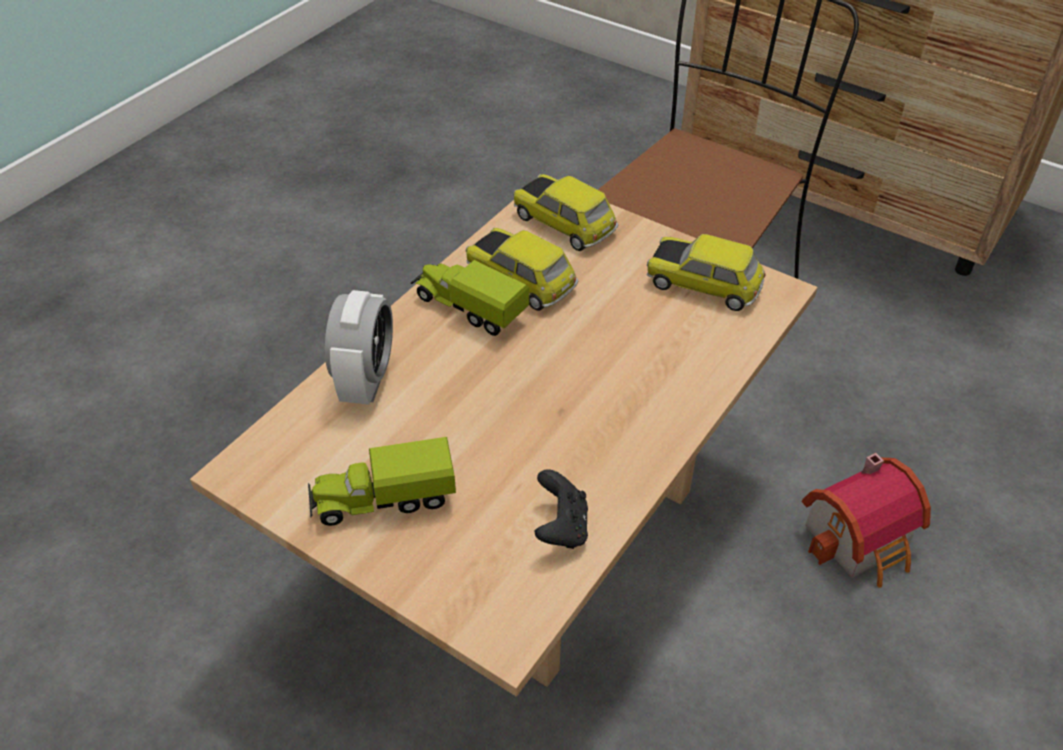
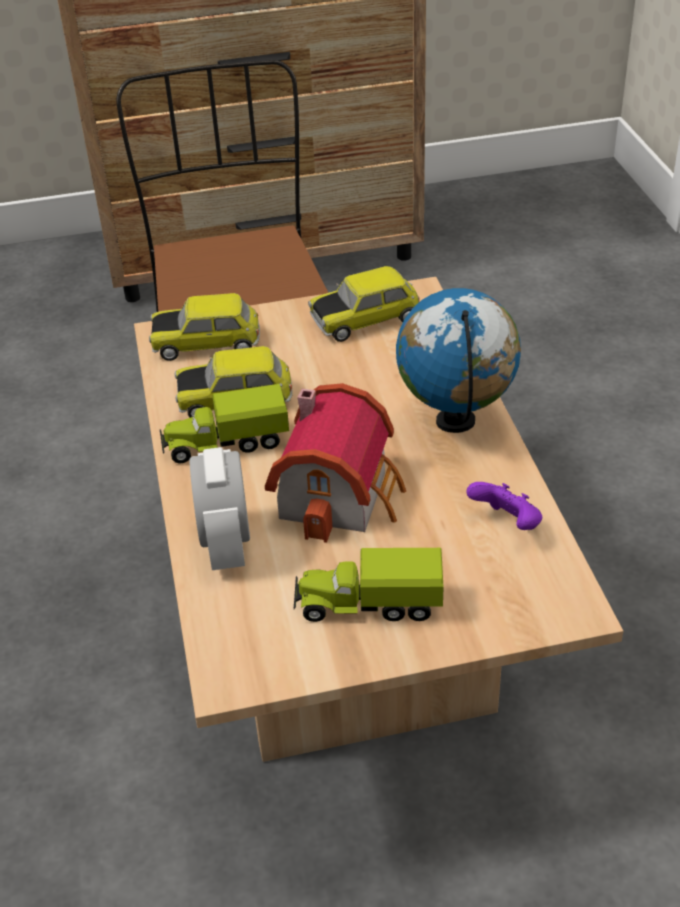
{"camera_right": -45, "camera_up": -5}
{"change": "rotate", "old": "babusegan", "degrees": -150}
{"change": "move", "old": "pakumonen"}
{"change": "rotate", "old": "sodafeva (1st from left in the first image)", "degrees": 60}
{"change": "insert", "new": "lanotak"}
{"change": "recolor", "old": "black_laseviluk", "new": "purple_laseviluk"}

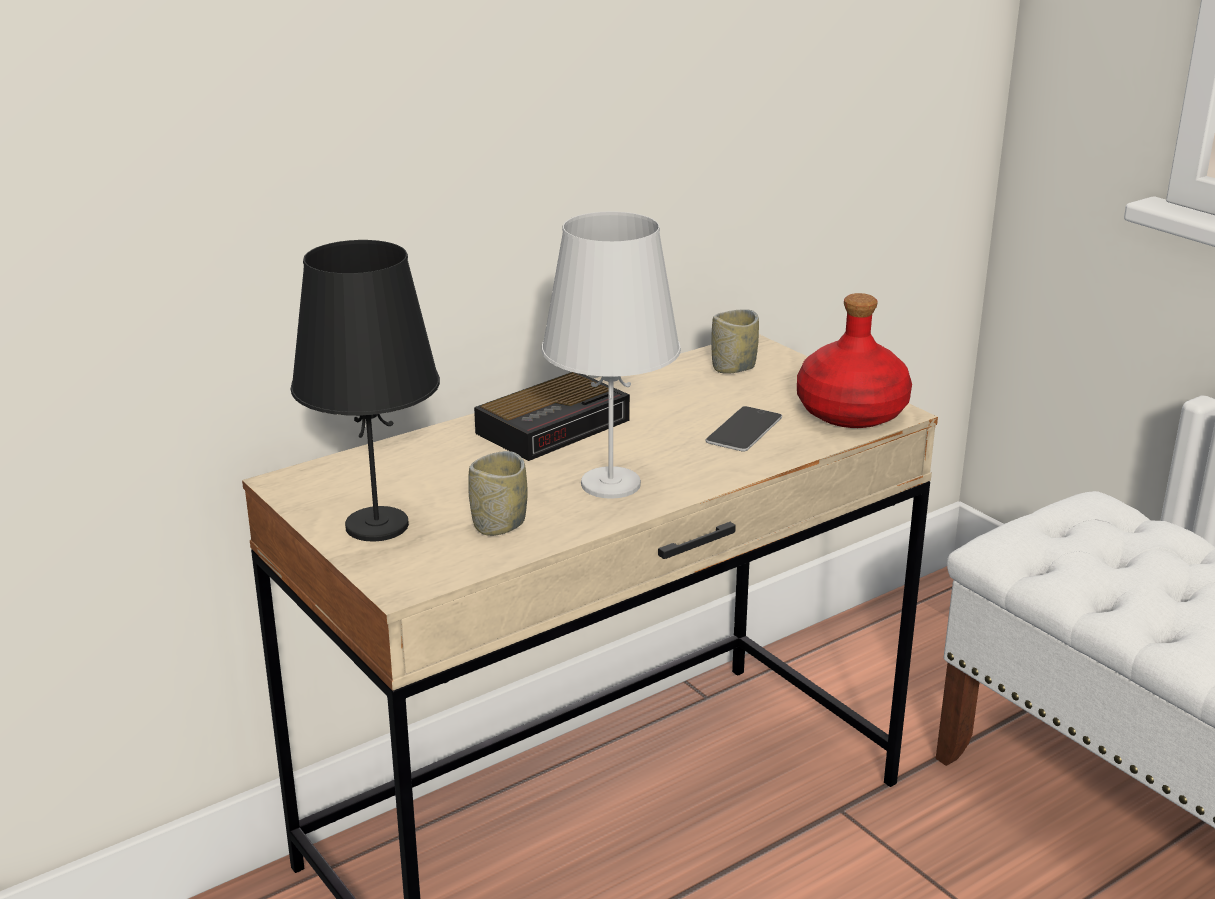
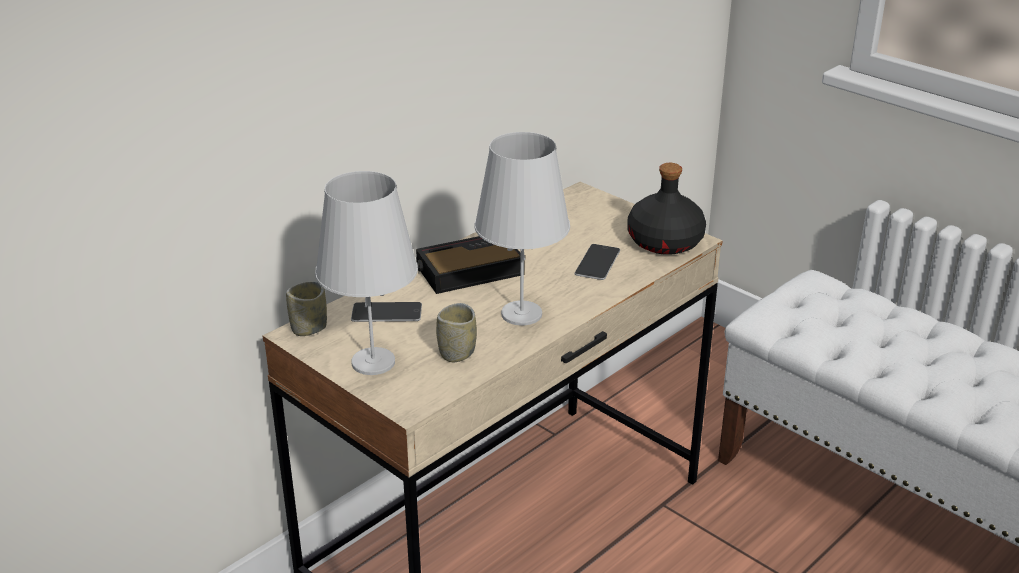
{"camera_right": -10, "camera_up": 5}
{"change": "move", "old": "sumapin (2nd from left in the first image)", "new": "sumapin (1st from left)"}
{"change": "recolor", "old": "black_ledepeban", "new": "white_ledepeban (1st from left)"}
{"change": "insert", "new": "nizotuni (1st from left)"}
{"change": "rotate", "old": "babusegan", "degrees": -150}
{"change": "recolor", "old": "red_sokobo", "new": "black_sokobo"}

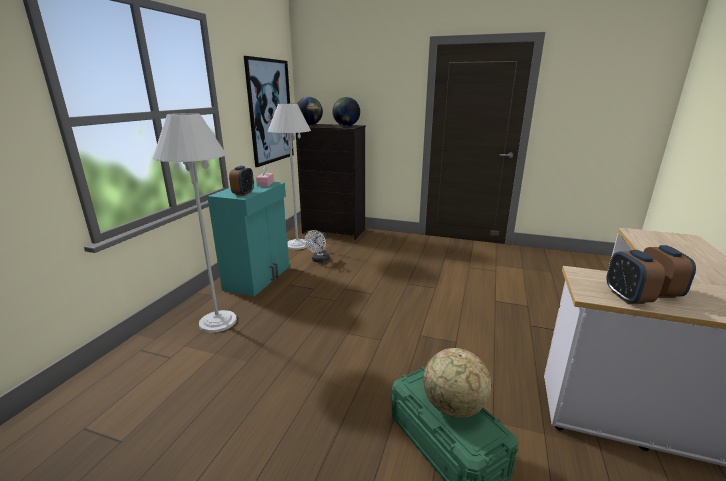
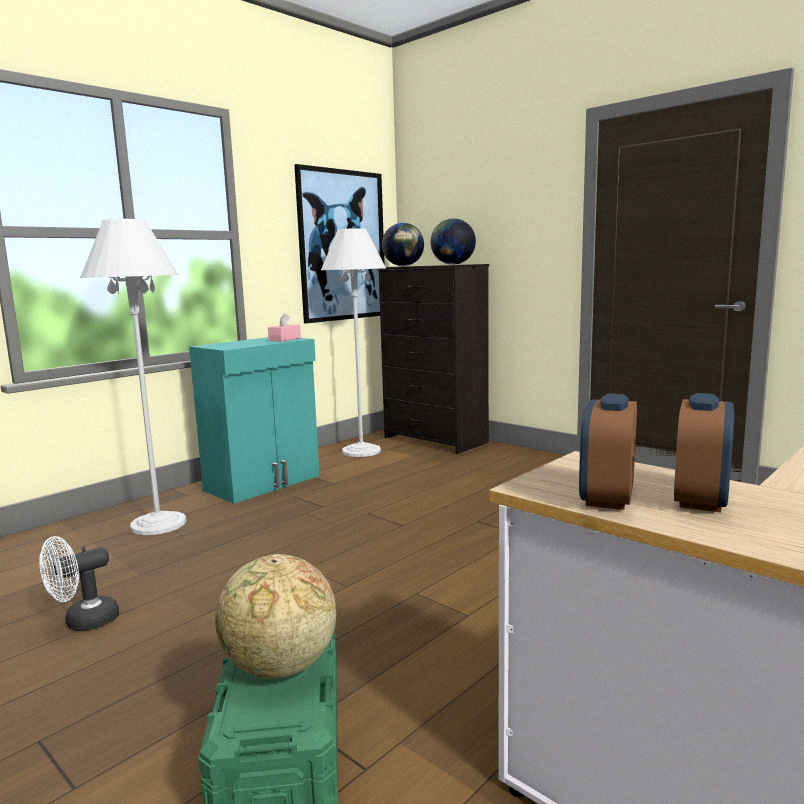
{"camera_right": 25, "camera_up": -10}
{"change": "move", "old": "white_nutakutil"}
{"change": "delete", "old": "babusegan (1st from left)"}

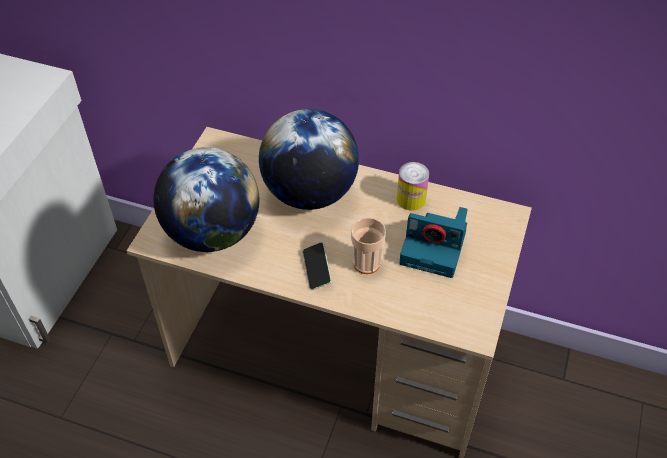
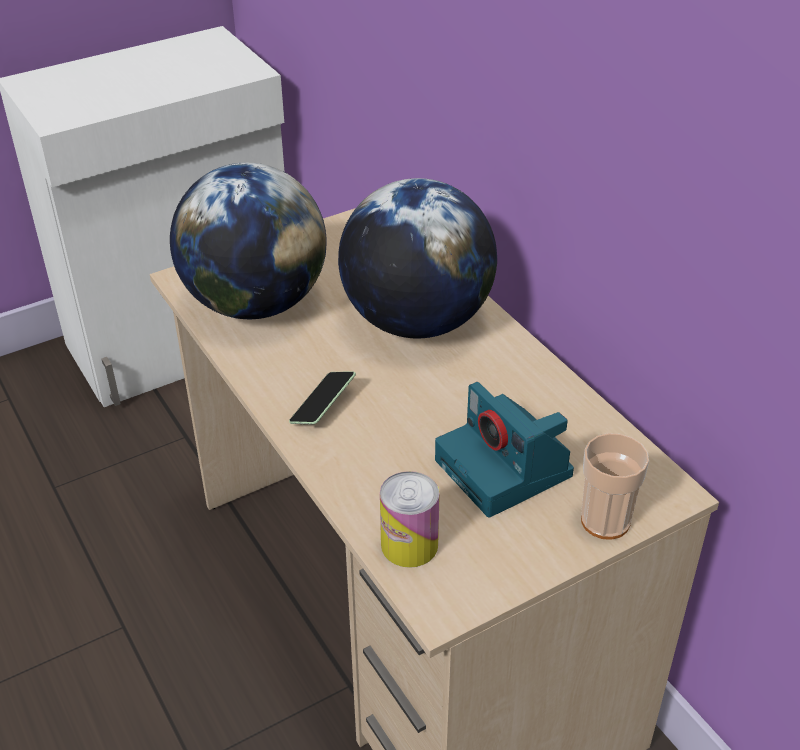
{"camera_right": 40, "camera_up": -10}
{"change": "move", "old": "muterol"}
{"change": "move", "old": "sumapin"}

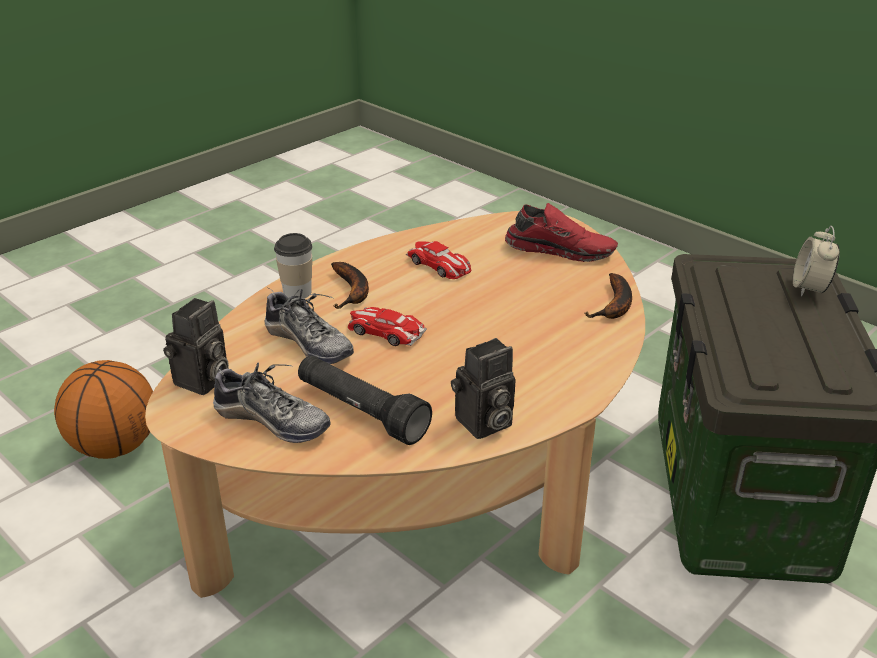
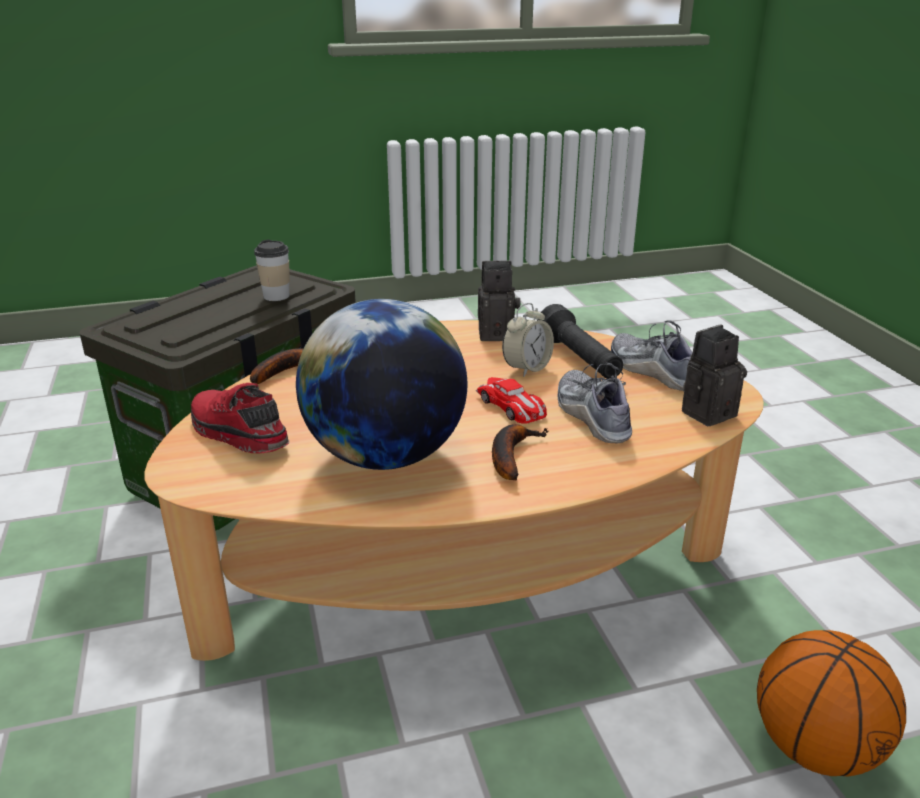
{"camera_right": -150, "camera_up": -5}
{"change": "move", "old": "sumapin"}
{"change": "replace", "old": "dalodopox (2nd from left)", "new": "lanotak"}
{"change": "move", "old": "babusegan"}

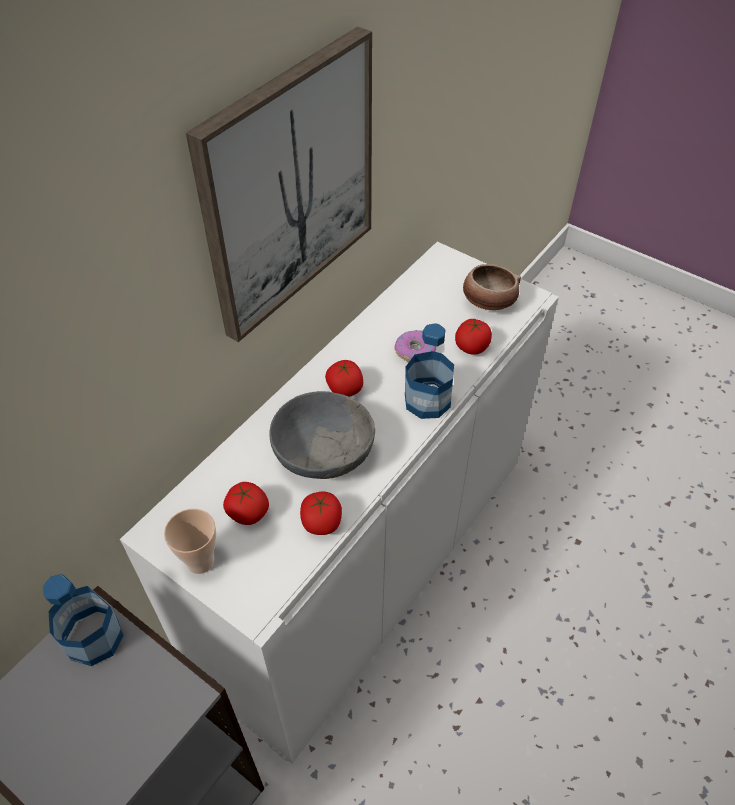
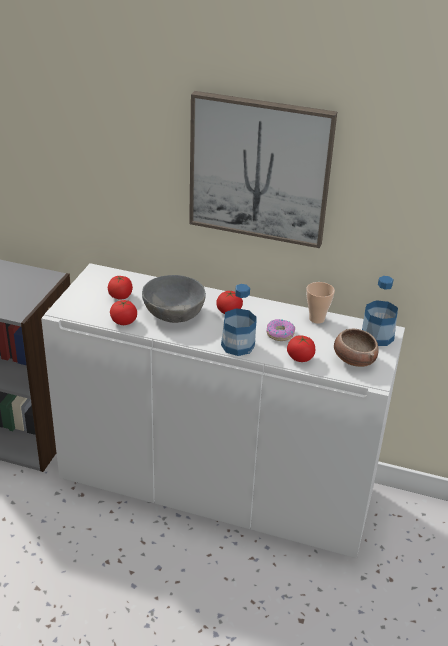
{"camera_right": 70, "camera_up": -15}
{"change": "move", "old": "sumapin"}
{"change": "move", "old": "sokobo (1st from left in the first image)", "new": "sokobo (2nd from left)"}

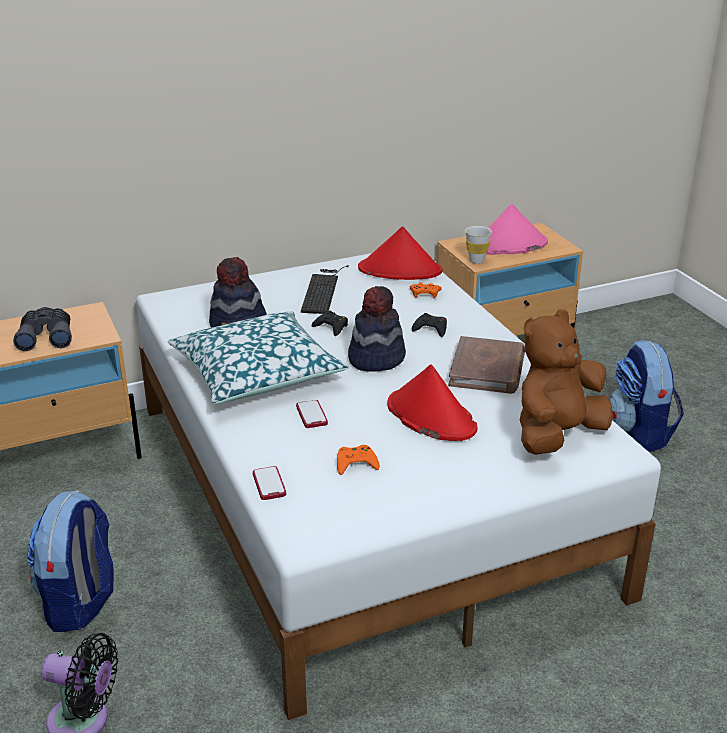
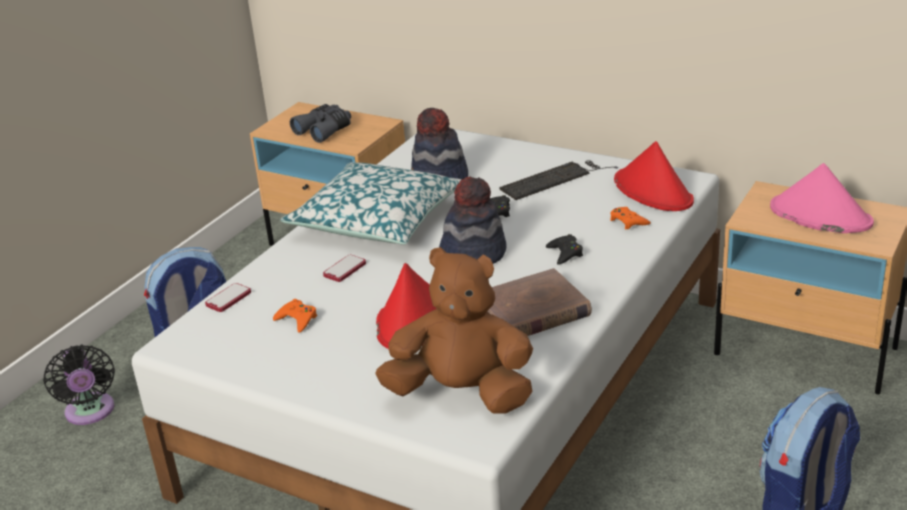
{"camera_right": 55, "camera_up": 0}
{"change": "delete", "old": "white_sumapin"}

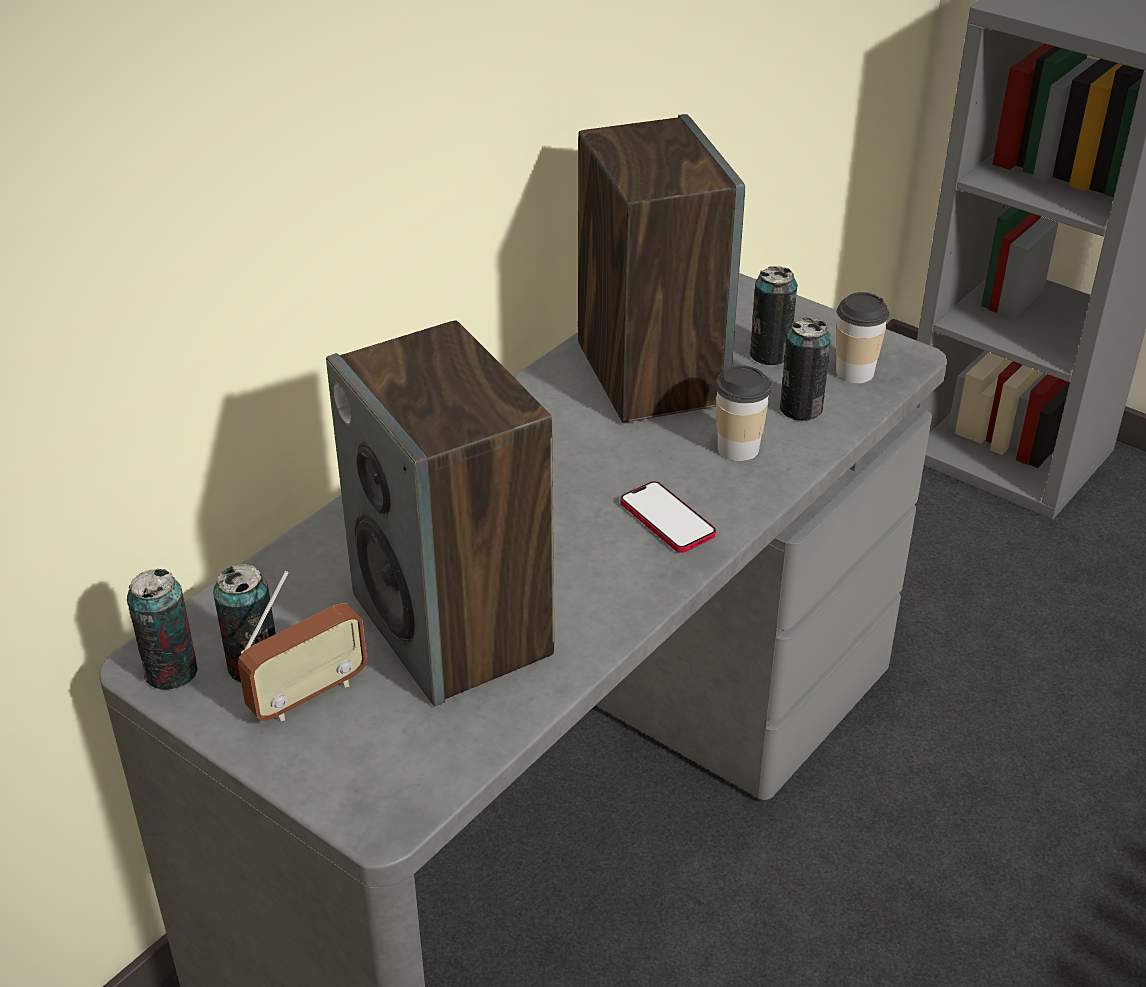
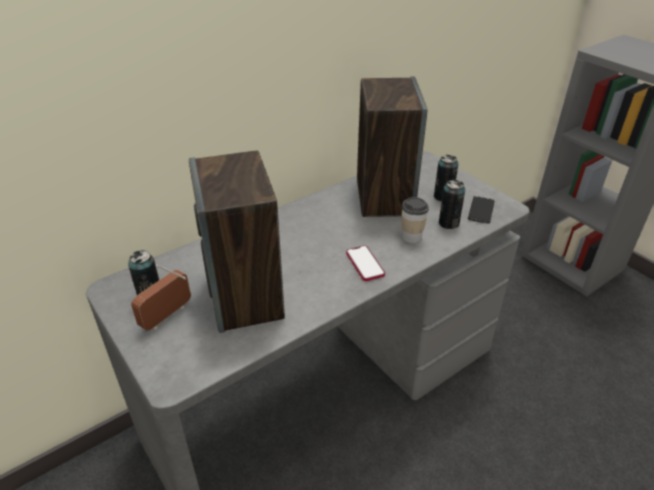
{"camera_right": 15, "camera_up": 0}
{"change": "rotate", "old": "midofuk", "degrees": 150}
{"change": "replace", "old": "sumapin (2nd from left)", "new": "nizotuni (2nd from left)"}
{"change": "delete", "old": "muterol (1st from left)"}

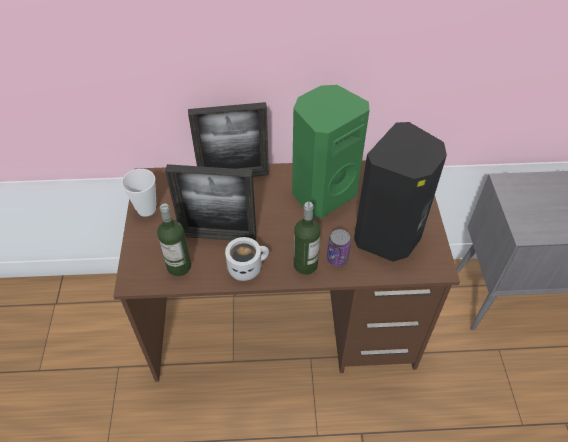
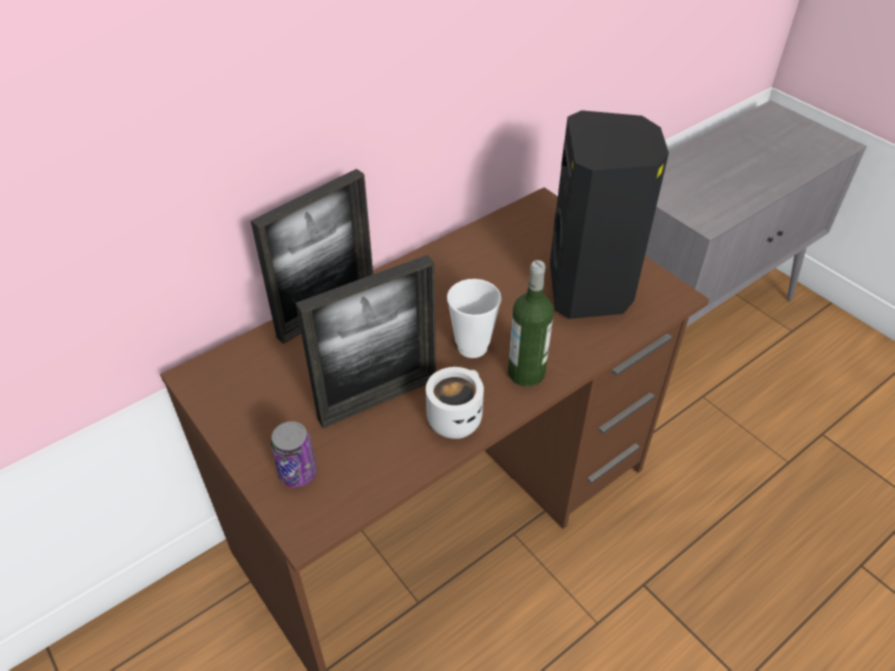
{"camera_right": -35, "camera_up": -5}
{"change": "move", "old": "muterol"}
{"change": "move", "old": "sumapin"}
{"change": "delete", "old": "sokobo (1st from left)"}
{"change": "delete", "old": "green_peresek"}

